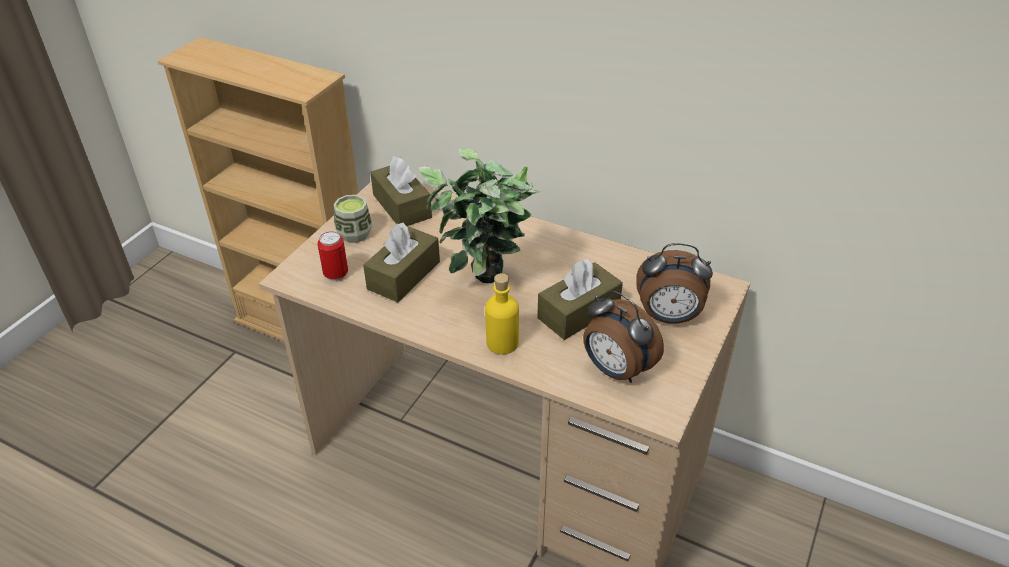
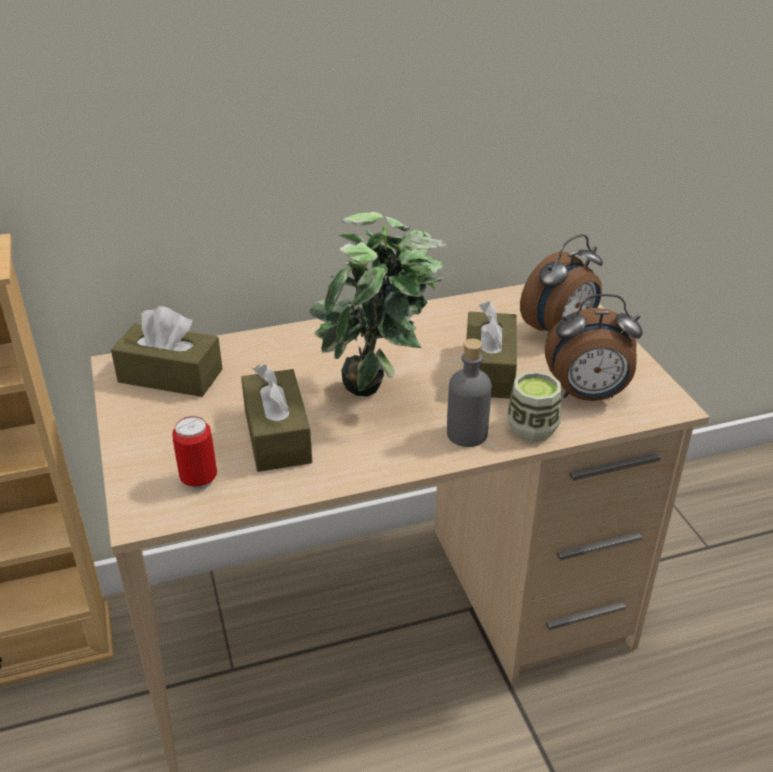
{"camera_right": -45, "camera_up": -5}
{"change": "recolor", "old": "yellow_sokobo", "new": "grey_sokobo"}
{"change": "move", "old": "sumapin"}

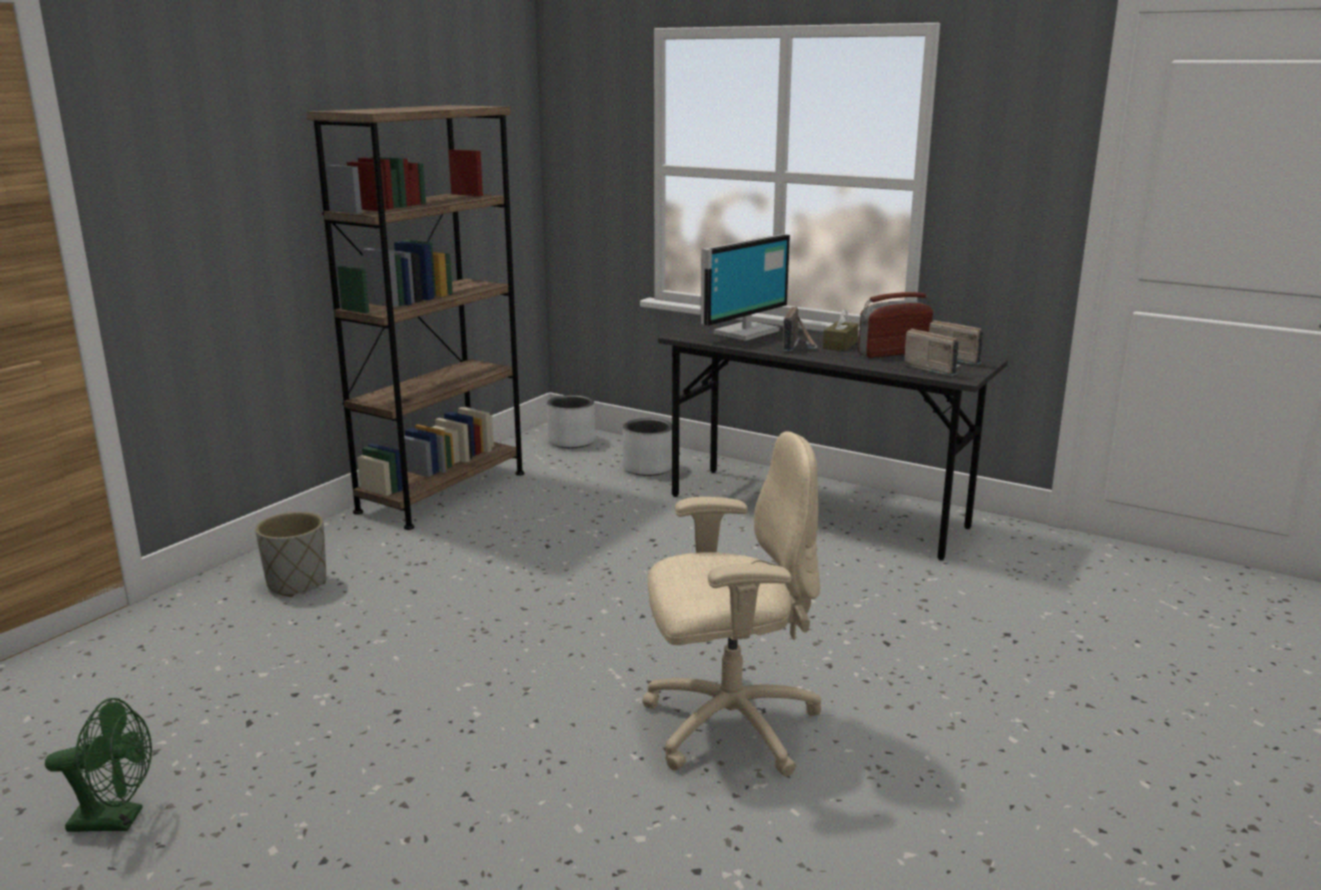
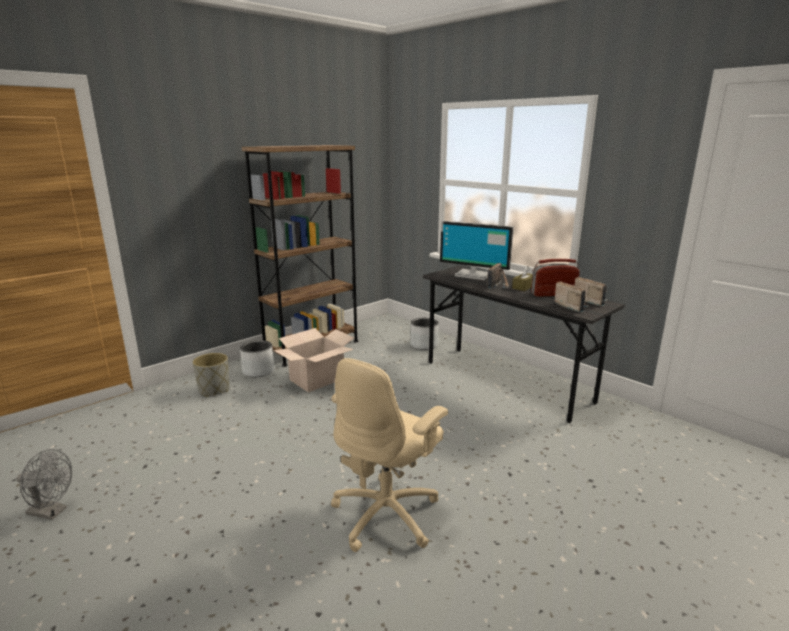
{"camera_right": 15, "camera_up": 0}
{"change": "recolor", "old": "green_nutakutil", "new": "grey_nutakutil"}
{"change": "move", "old": "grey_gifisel (2nd from left)"}
{"change": "insert", "new": "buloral"}
{"change": "rotate", "old": "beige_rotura", "degrees": 120}
{"change": "rotate", "old": "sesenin", "degrees": 60}

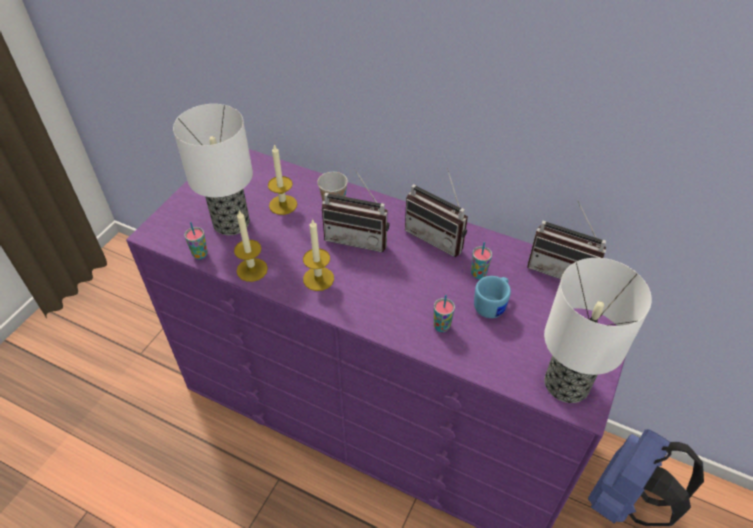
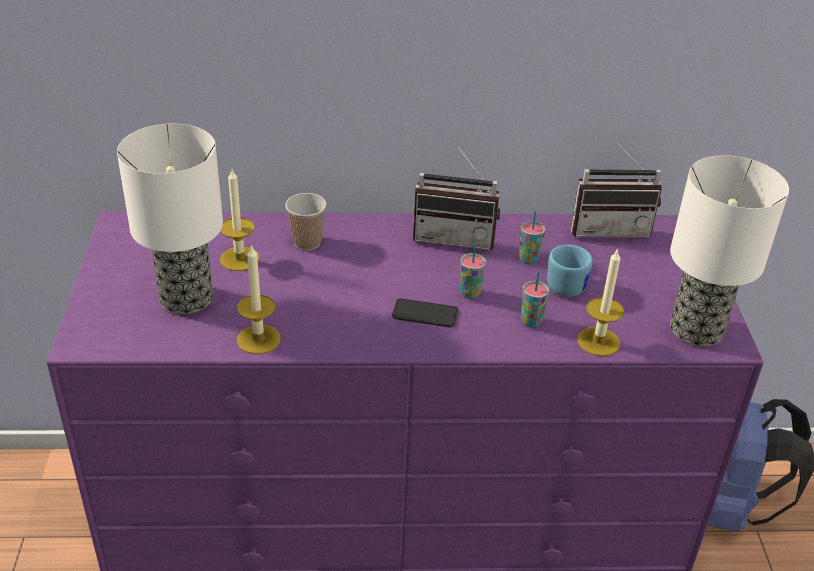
{"camera_right": -30, "camera_up": -10}
{"change": "insert", "new": "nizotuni"}
{"change": "move", "old": "sumapin (1st from left in the first image)", "new": "sumapin (2nd from left)"}
{"change": "move", "old": "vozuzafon (3rd from left)"}
{"change": "delete", "old": "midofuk (1st from left)"}

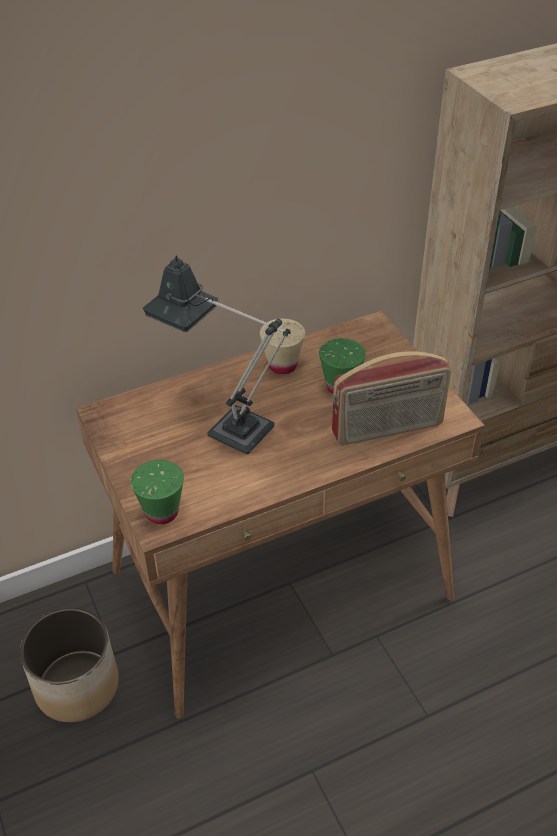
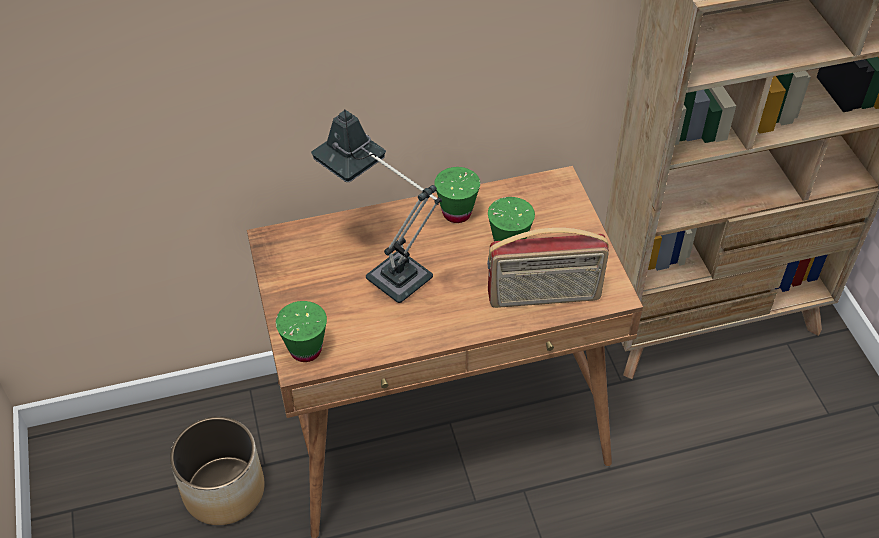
{"camera_right": 10, "camera_up": 5}
{"change": "recolor", "old": "beige_sumapin", "new": "green_sumapin (2nd from left)"}

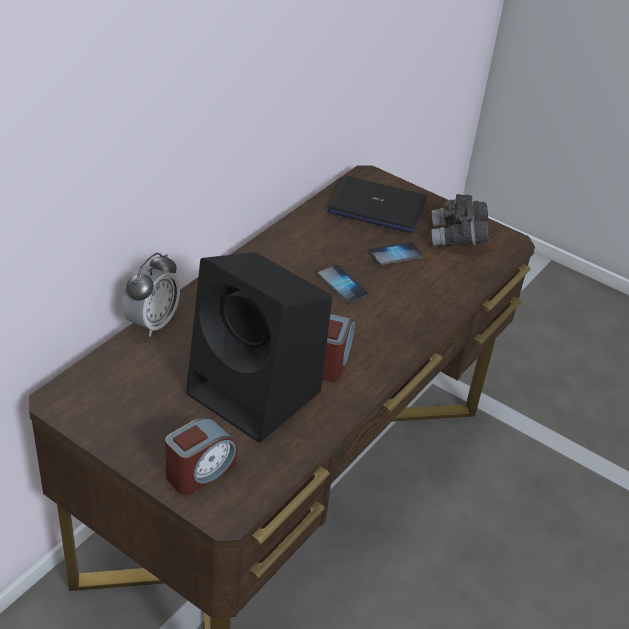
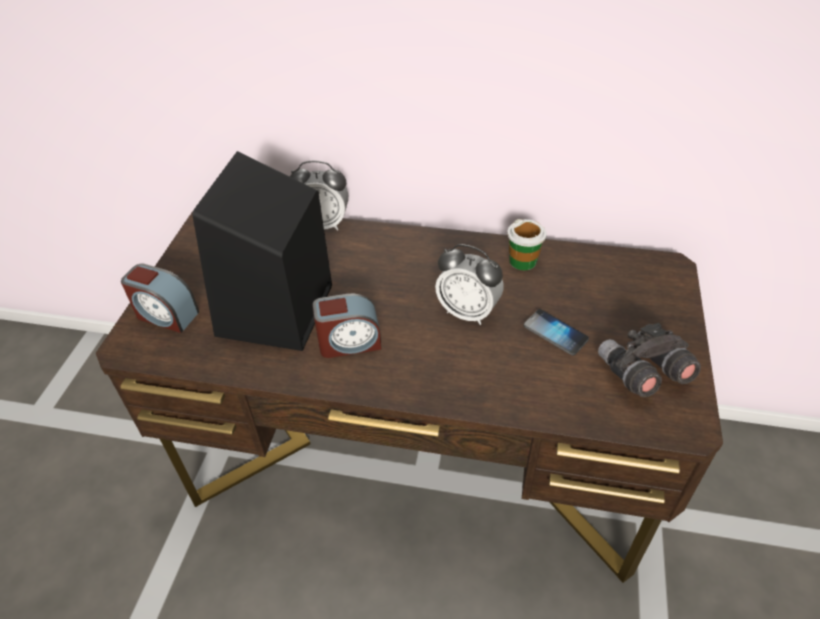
{"camera_right": 70, "camera_up": 5}
{"change": "replace", "old": "nizotuni (1st from left)", "new": "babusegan (4th from left)"}
{"change": "insert", "new": "sumapin"}
{"change": "delete", "old": "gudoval"}

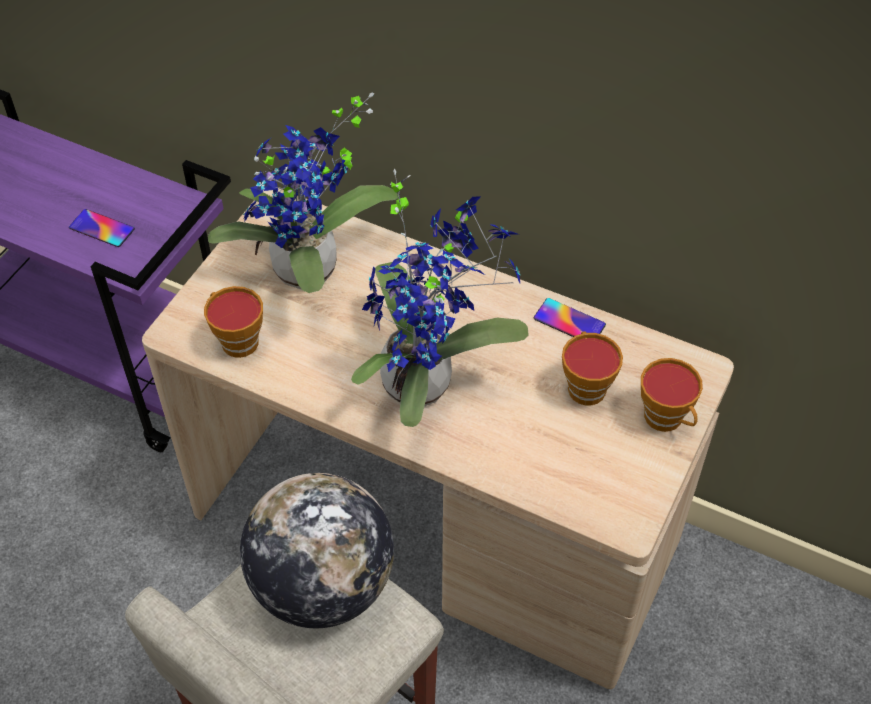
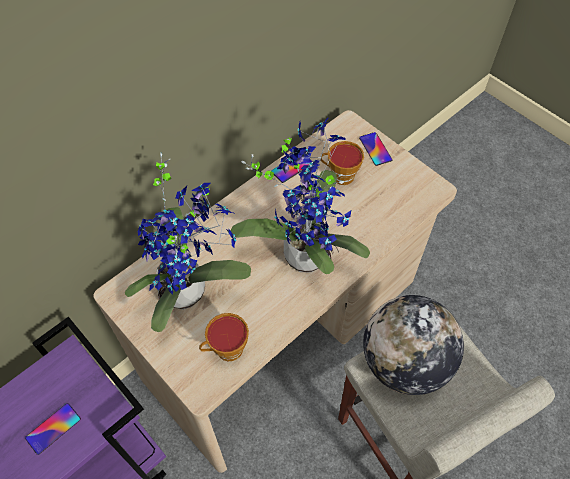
{"camera_right": -70, "camera_up": 5}
{"change": "replace", "old": "sumapin (3rd from left)", "new": "nizotuni (3rd from left)"}

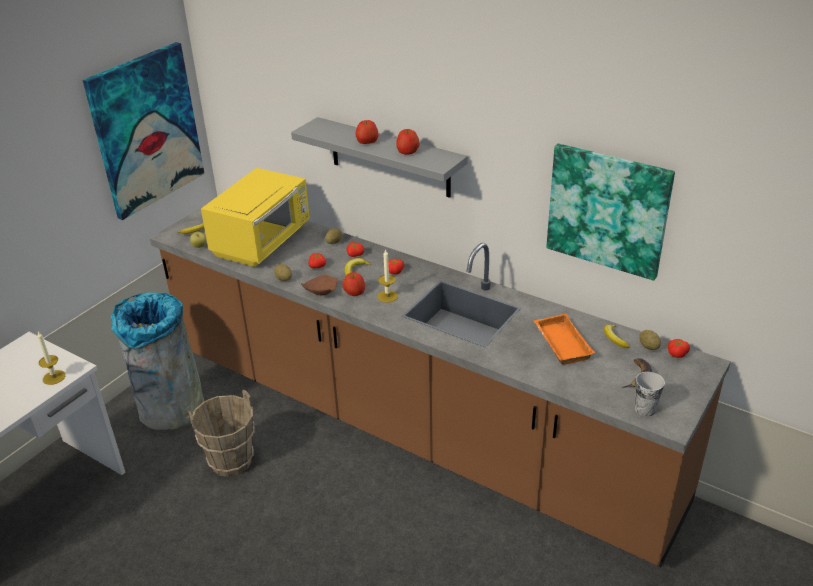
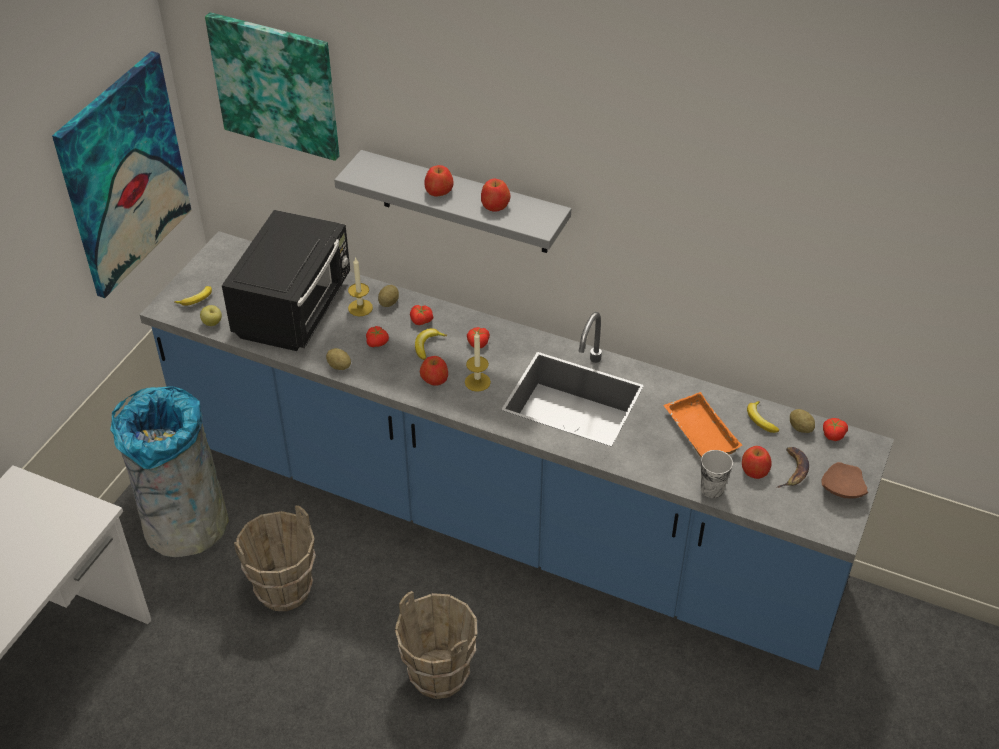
{"camera_right": -10, "camera_up": 10}
{"change": "recolor", "old": "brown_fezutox", "new": "blue_fezutox"}
{"change": "move", "old": "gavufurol (2nd from left)"}
{"change": "recolor", "old": "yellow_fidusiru", "new": "black_fidusiru"}
{"change": "move", "old": "vozuzafon (1st from left)"}
{"change": "insert", "new": "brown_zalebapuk (2nd from left)"}
{"change": "move", "old": "sumapin"}
{"change": "insert", "new": "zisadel (5th from left)"}
{"change": "move", "old": "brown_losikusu"}

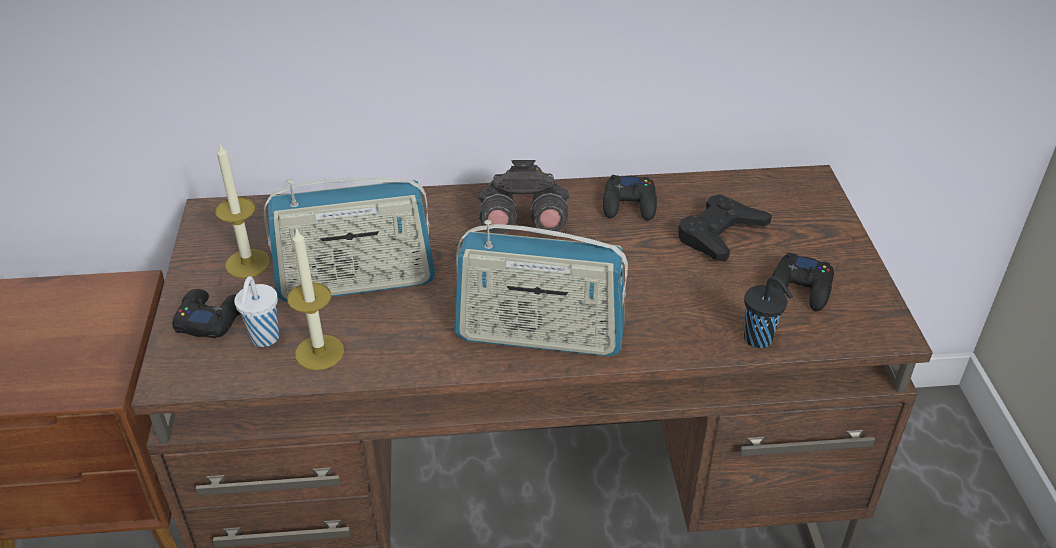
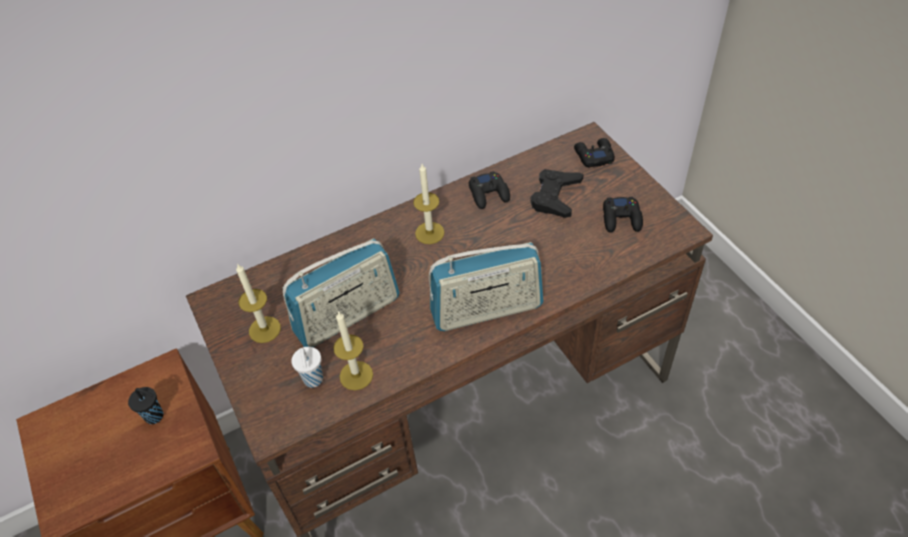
{"camera_right": -20, "camera_up": 10}
{"change": "move", "old": "black_sumapin"}
{"change": "replace", "old": "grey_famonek", "new": "vozuzafon (3rd from left)"}
{"change": "move", "old": "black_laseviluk (1st from left in the first image)", "new": "black_laseviluk (3rd from left)"}

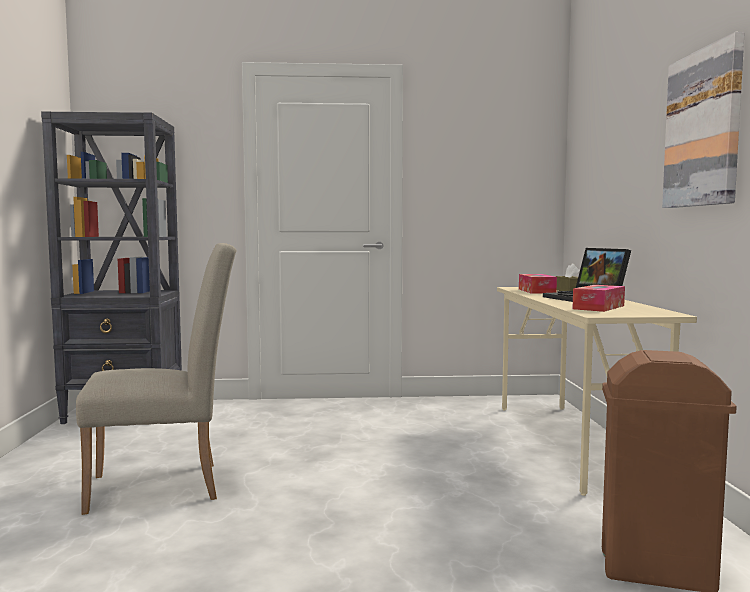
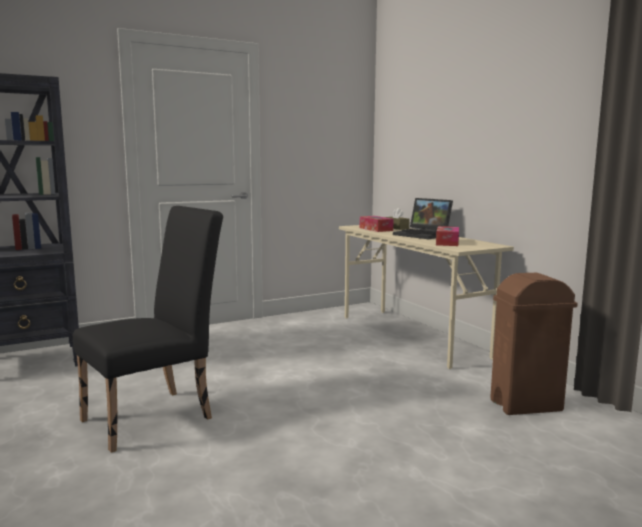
{"camera_right": -25, "camera_up": 5}
{"change": "recolor", "old": "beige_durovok", "new": "black_durovok"}
{"change": "delete", "old": "gavufurol"}

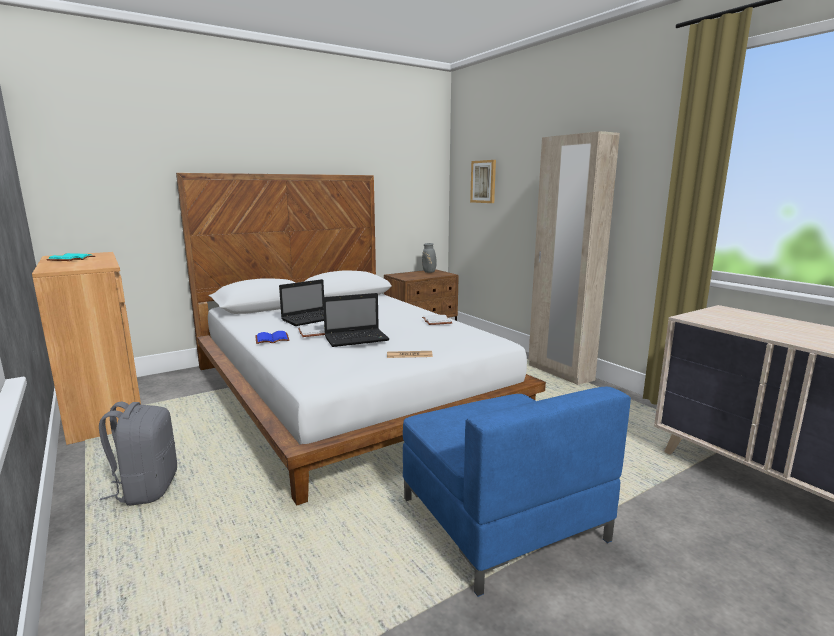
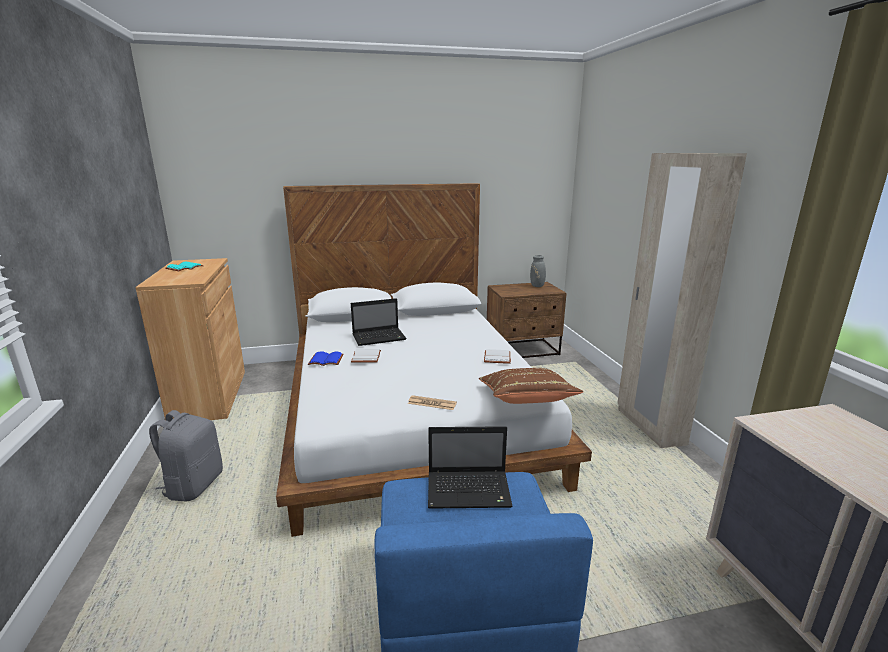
{"camera_right": 20, "camera_up": 5}
{"change": "move", "old": "gudoval (2nd from left)"}
{"change": "insert", "new": "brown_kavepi"}
{"change": "delete", "old": "gavufurol"}

